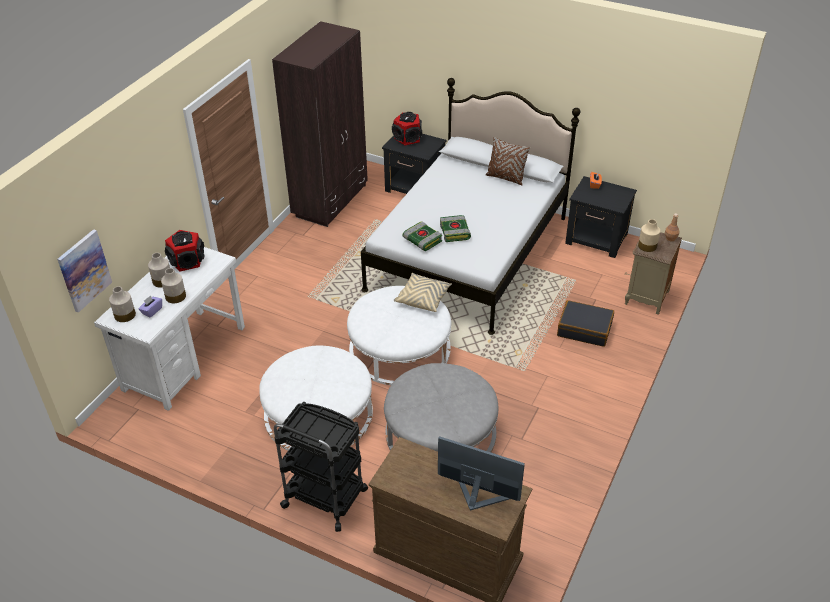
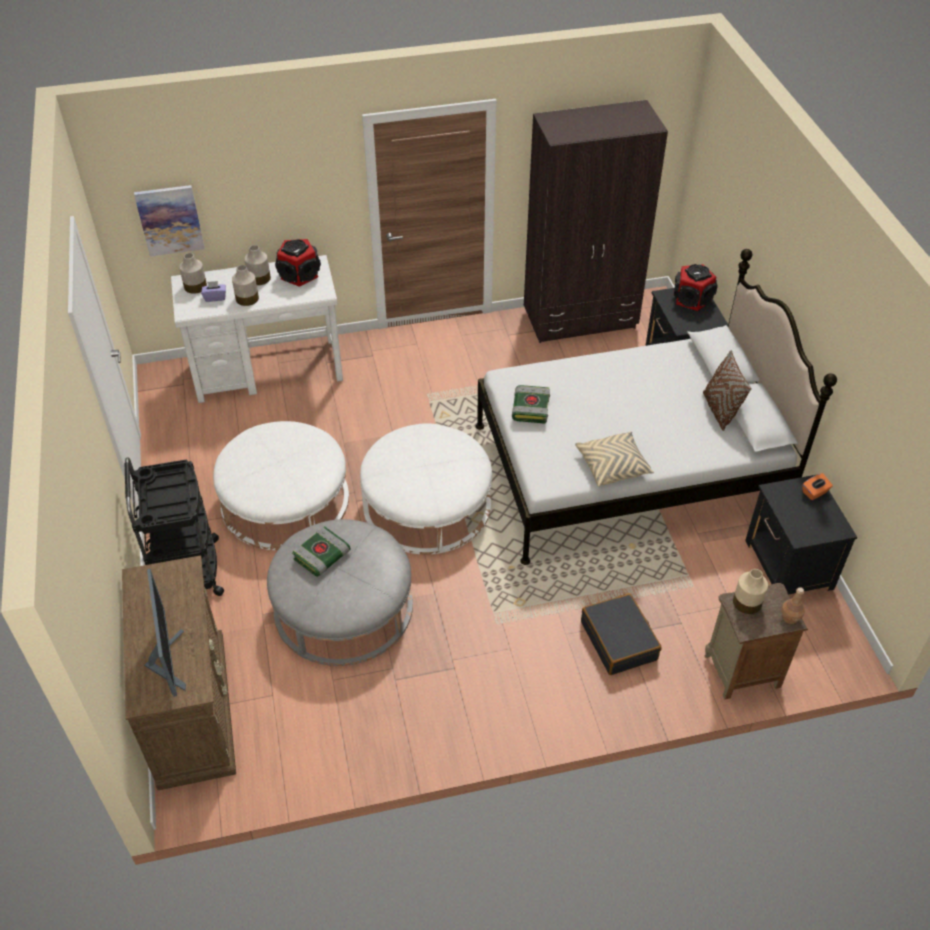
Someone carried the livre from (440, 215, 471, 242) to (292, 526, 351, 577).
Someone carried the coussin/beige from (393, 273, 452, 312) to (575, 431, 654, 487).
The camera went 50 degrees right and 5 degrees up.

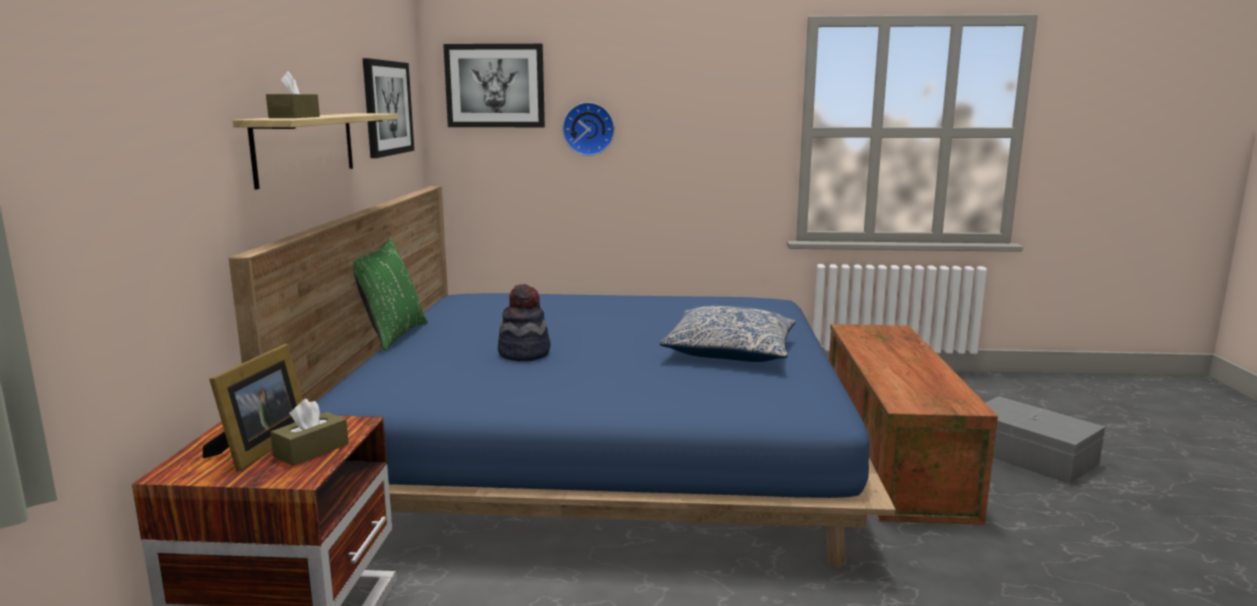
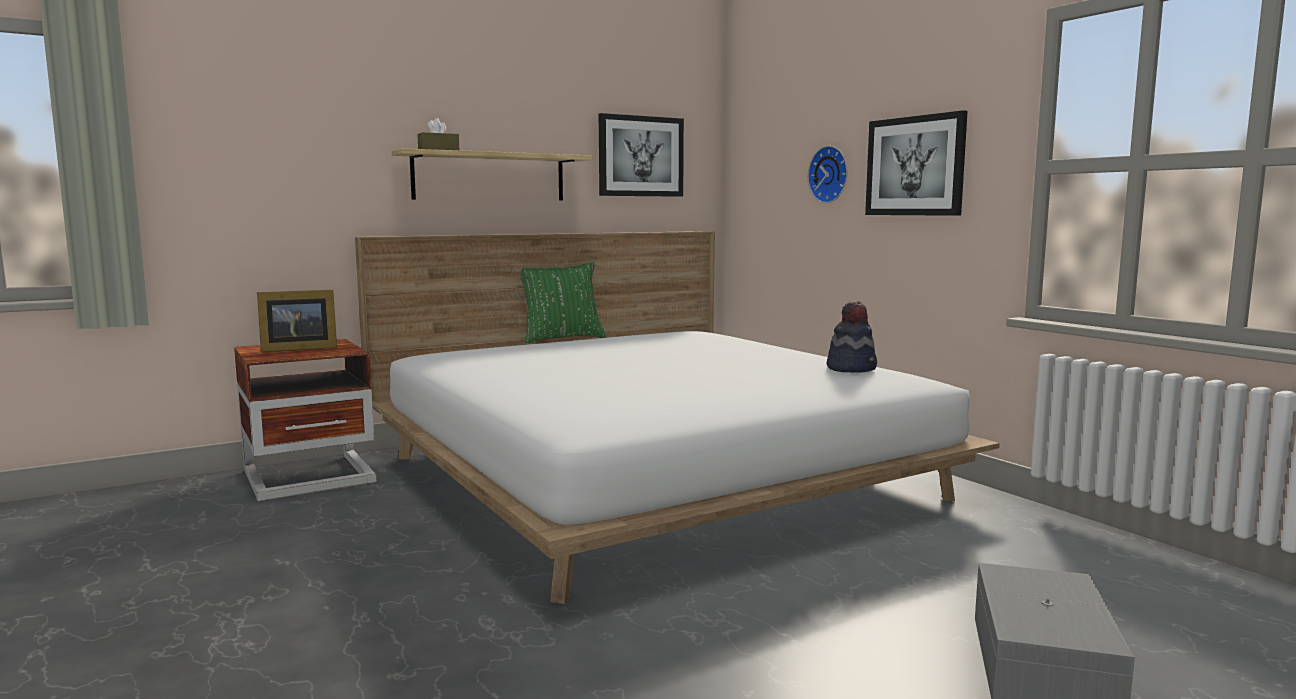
Someone carried the tableau from (443, 44, 545, 127) to (865, 110, 968, 216).
Someone repainted the lit/bleu at (229, 186, 896, 569), which became the lit/blanc at (355, 231, 1000, 604).
Someone carried the chapeau from (498, 284, 551, 361) to (827, 301, 877, 373).
Someone took away the coussin at (659, 306, 795, 362).
Someone took away the banc/marron at (829, 324, 998, 525).
Someone took away the boîte à mouchoirs/marron at (270, 399, 349, 466).
The camera went 55 degrees right and 5 degrees down.

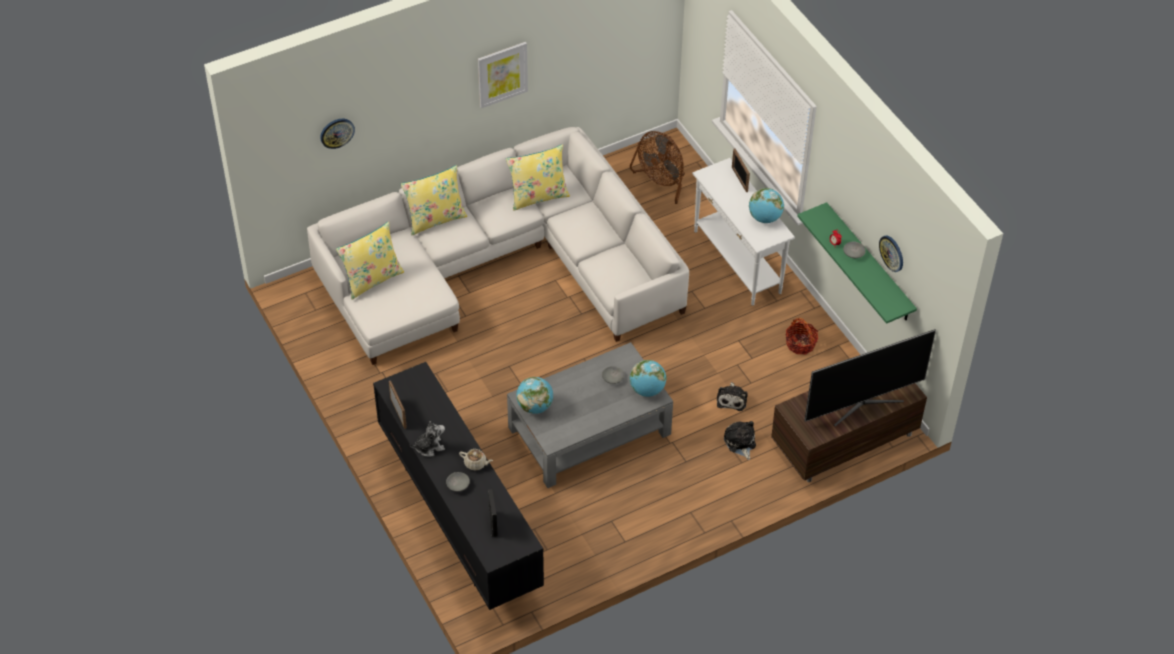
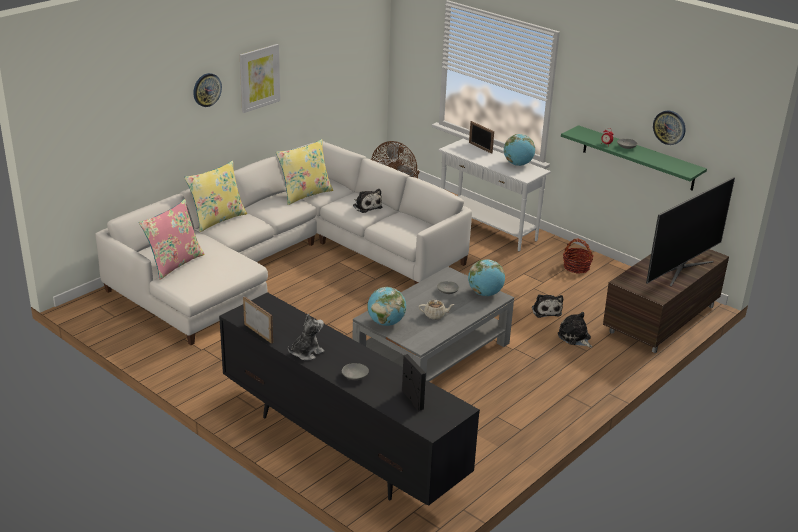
Someone carried the horloge murale from (320, 119, 355, 149) to (194, 73, 222, 107).
Someone repainted the coussin/jaune at (336, 222, 404, 300), which became the coussin/rose at (139, 199, 205, 280).
Someone carried the théière/beige from (459, 449, 493, 471) to (419, 300, 455, 320).
Someone put down the peluche at (353, 189, 382, 213).
The camera went 20 degrees left and 20 degrees down.

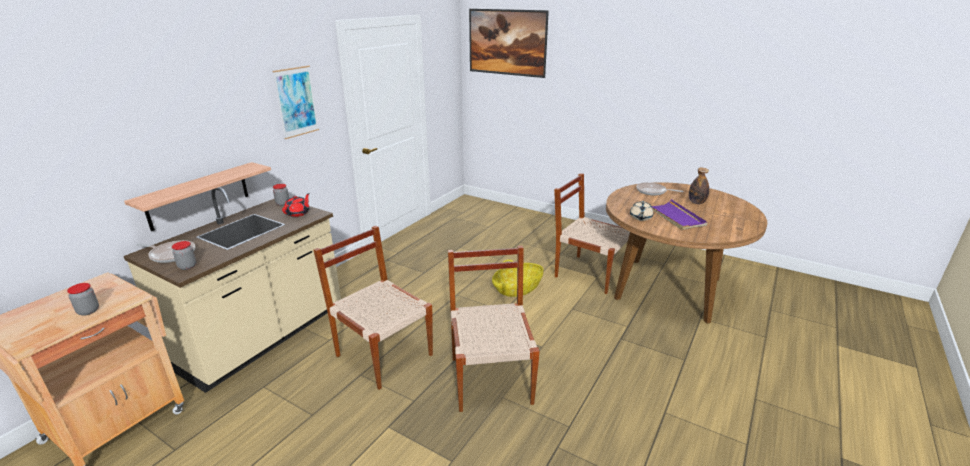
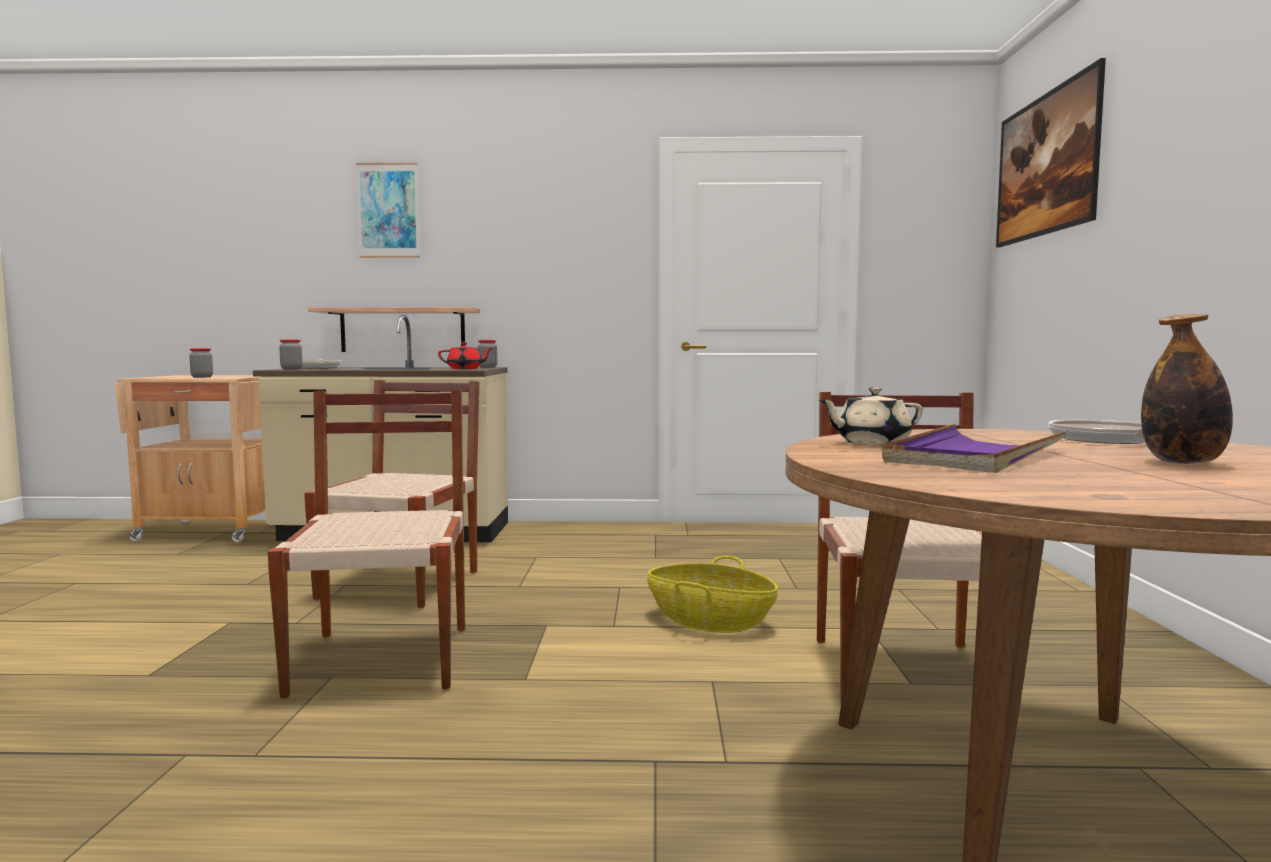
Someone carried the tableau from (272, 65, 319, 139) to (356, 163, 420, 258).
Someone rotated the chaise at (448, 246, 539, 412) by 60 degrees counterclockwise.
The camera went 60 degrees right and 20 degrees down.

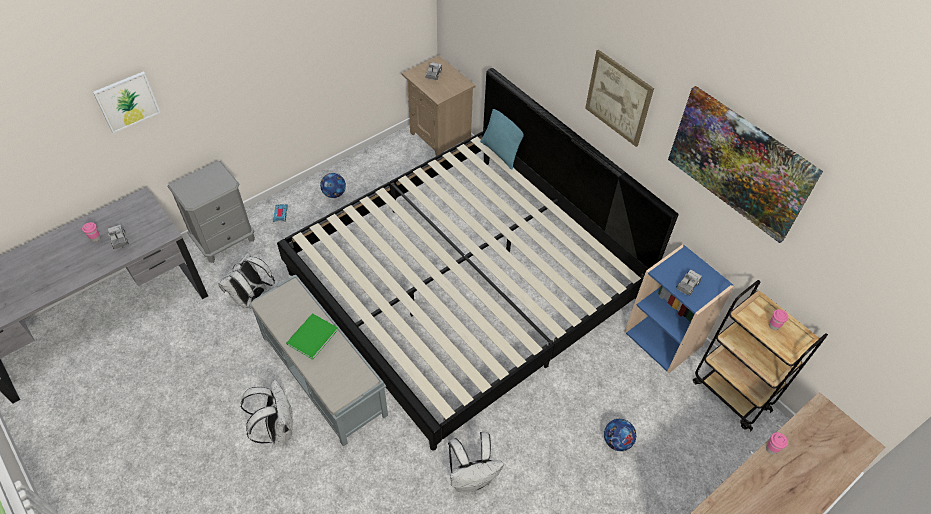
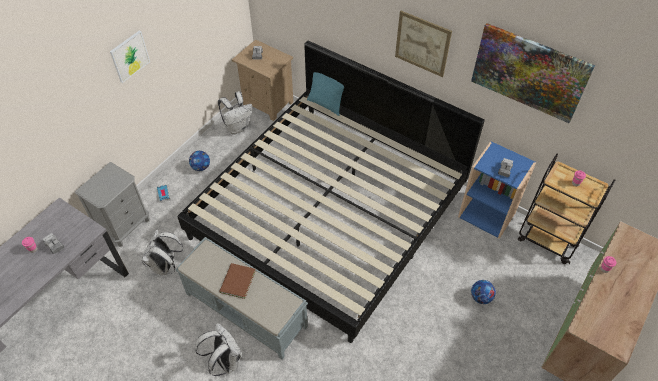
Someone carried the tableau from (93, 71, 161, 133) to (110, 30, 150, 83).
Someone repainted the livre/vert at (286, 313, 338, 360), which became the livre/marron at (219, 263, 256, 299).
Someone carried the sac à dos/blanc from (448, 432, 504, 493) to (218, 91, 252, 134).
The camera went 15 degrees left and 0 degrees up.

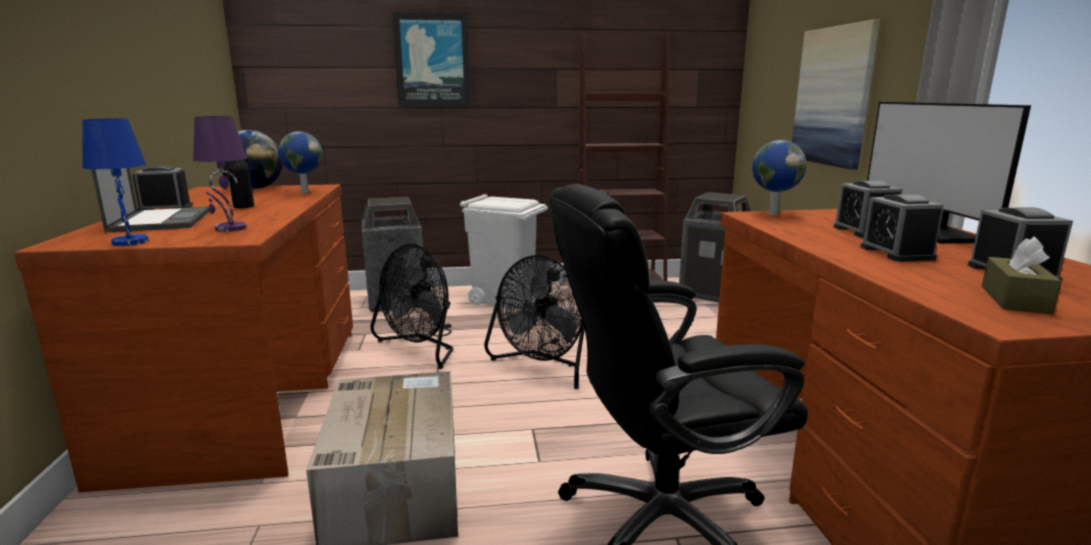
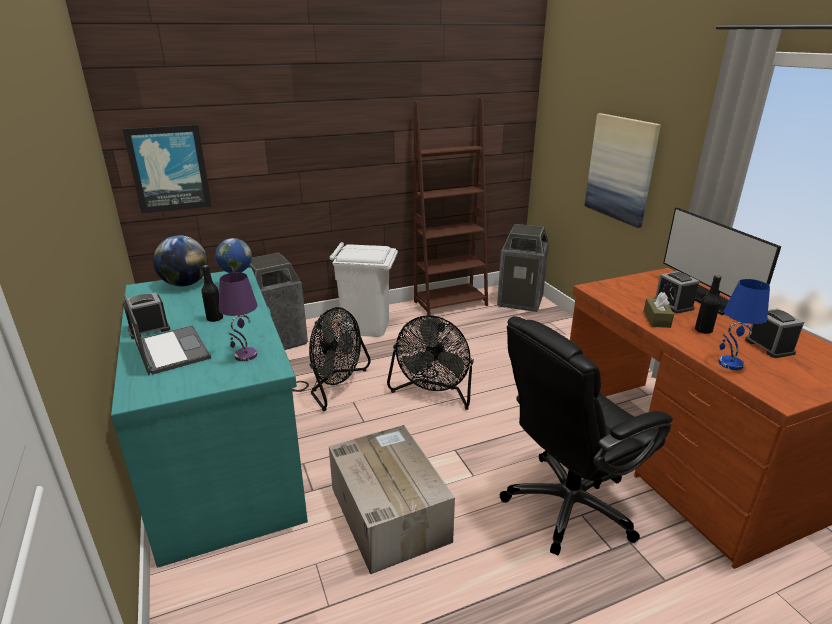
Someone carried the tableau from (392, 12, 471, 106) to (122, 125, 212, 214).
Someone carried the lampe de table/bleu from (82, 118, 149, 246) to (718, 279, 770, 370).
Someone took away the globe at (752, 140, 806, 216).
Someone repainted the bureau/marron at (14, 184, 353, 493), which became the bureau/turquoise at (111, 268, 308, 568).
Someone swapped the réveil at (860, 194, 944, 262) for the bouteille/noir at (695, 275, 722, 334).
Someone carried the boîte à mouchoirs/marron from (982, 236, 1062, 314) to (644, 292, 674, 328).
Someone rotated the ventilateur/noir at (370, 244, 453, 369) by 90 degrees counterclockwise.
The camera went 15 degrees left and 10 degrees up.

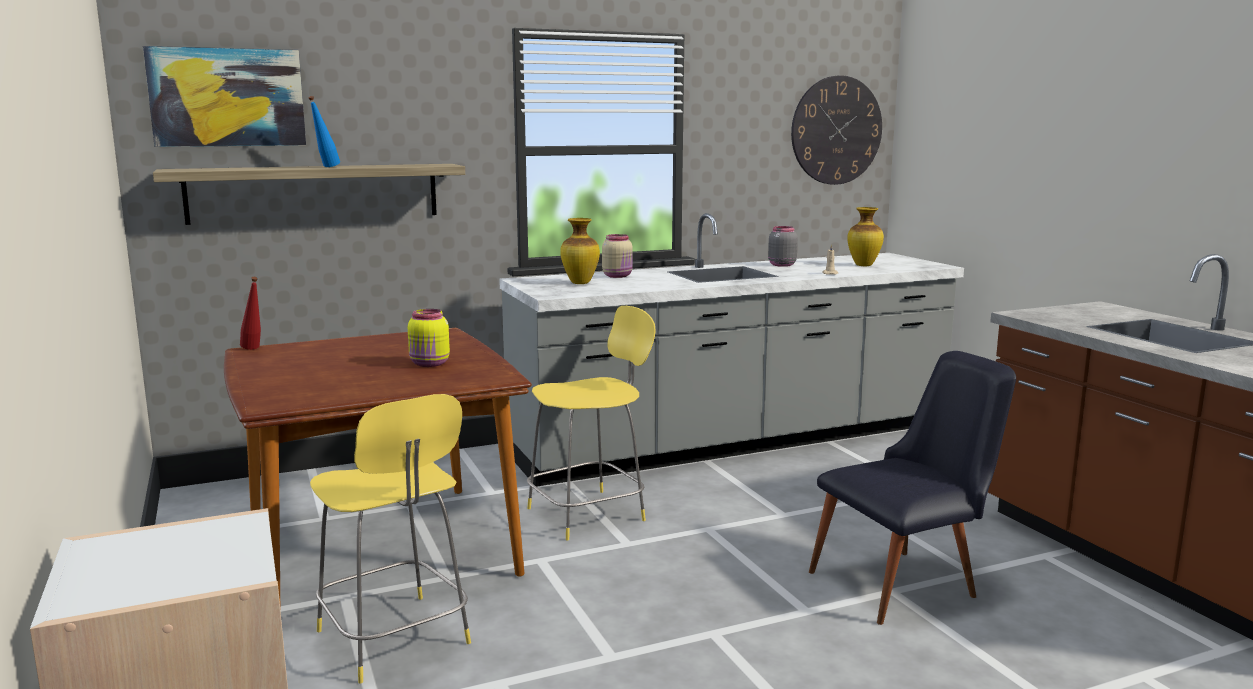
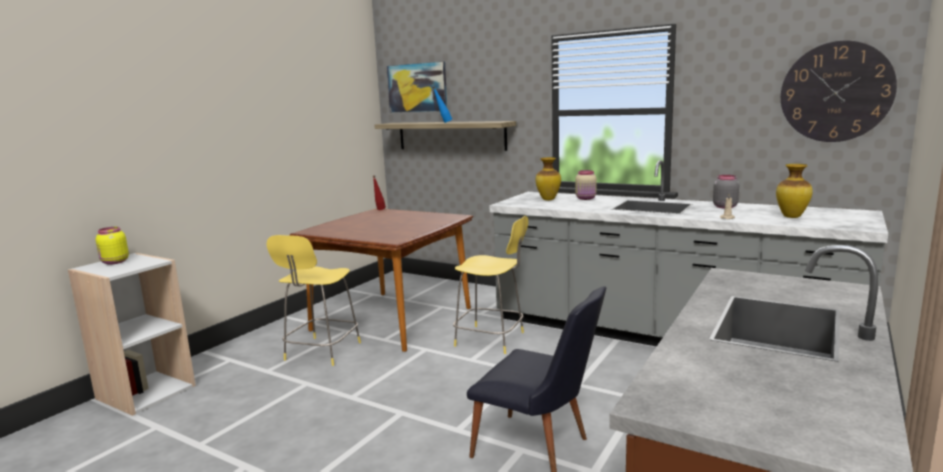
Someone carried the bocal/jaune from (408, 309, 450, 367) to (96, 227, 129, 265).
The camera went 55 degrees right and 0 degrees up.

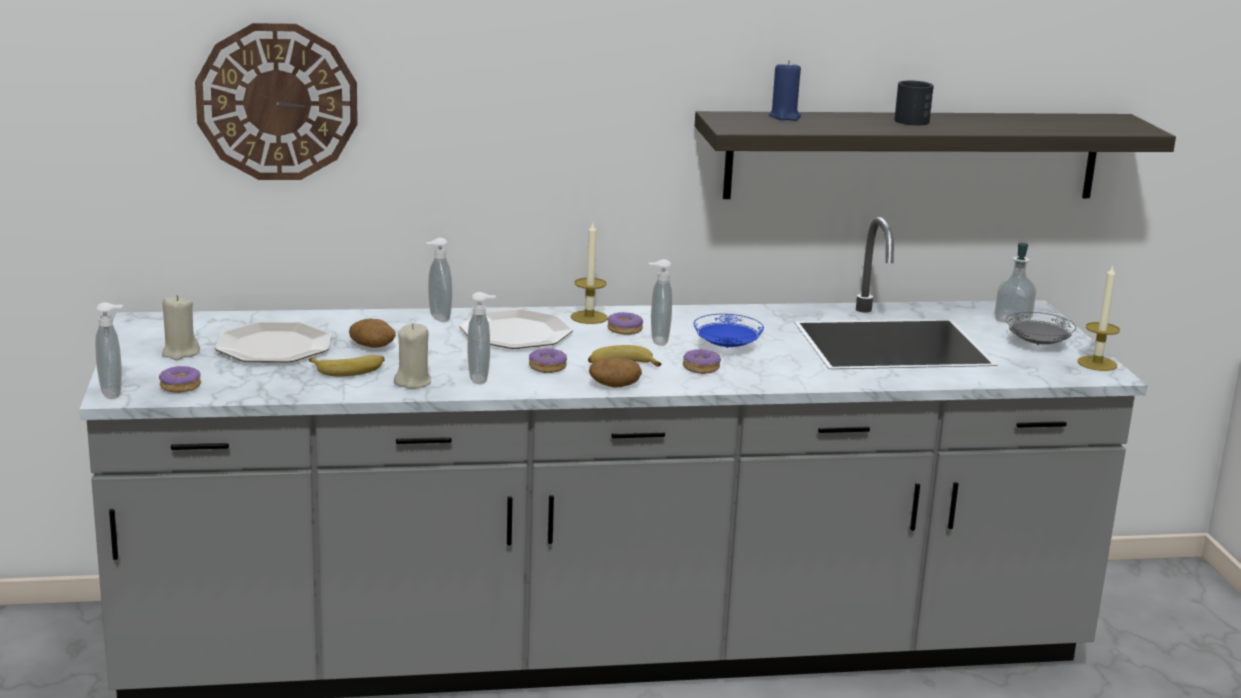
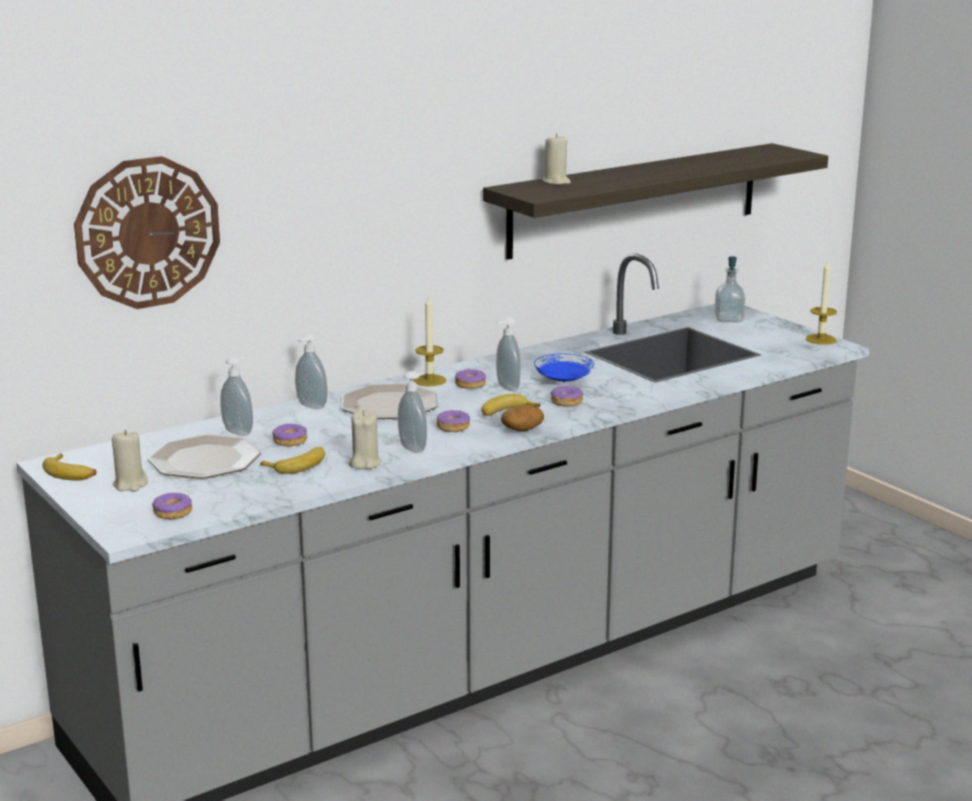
Someone repainted the bougie/bleu at (769, 60, 801, 121), which became the bougie/beige at (542, 134, 571, 185).
Someone took away the mug/noir at (894, 81, 934, 125).
Someone carried the distributeur de savon from (95, 302, 123, 399) to (220, 356, 253, 436).
Someone took away the assiette/gris at (1006, 312, 1076, 345).
Someone swapped the pomme de terre at (349, 319, 396, 348) for the beignet at (272, 423, 307, 446).
Someone put down the banane at (43, 453, 97, 481).
The camera went 25 degrees left and 0 degrees up.

